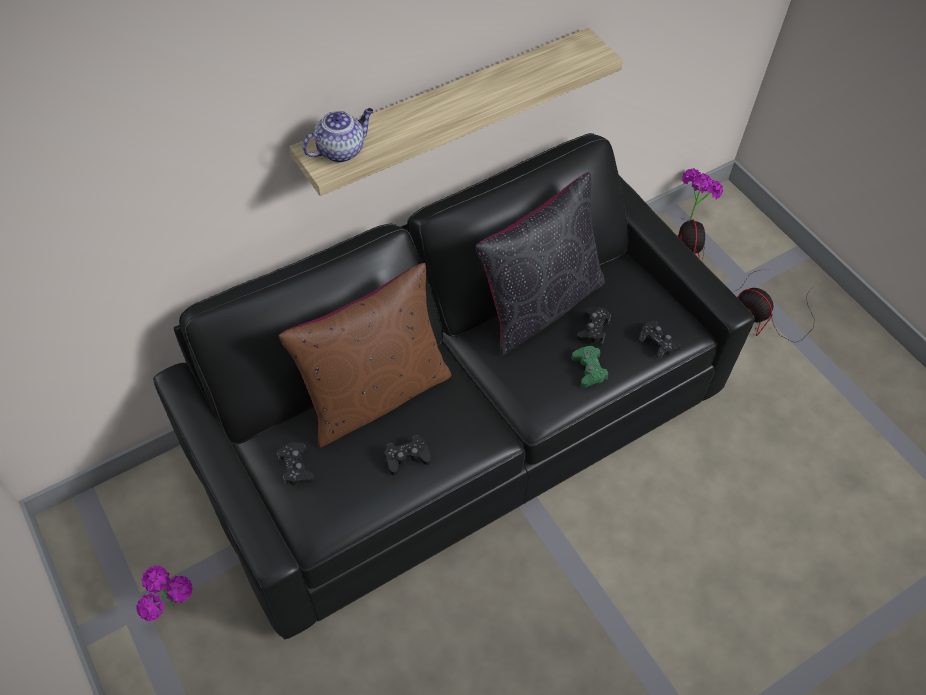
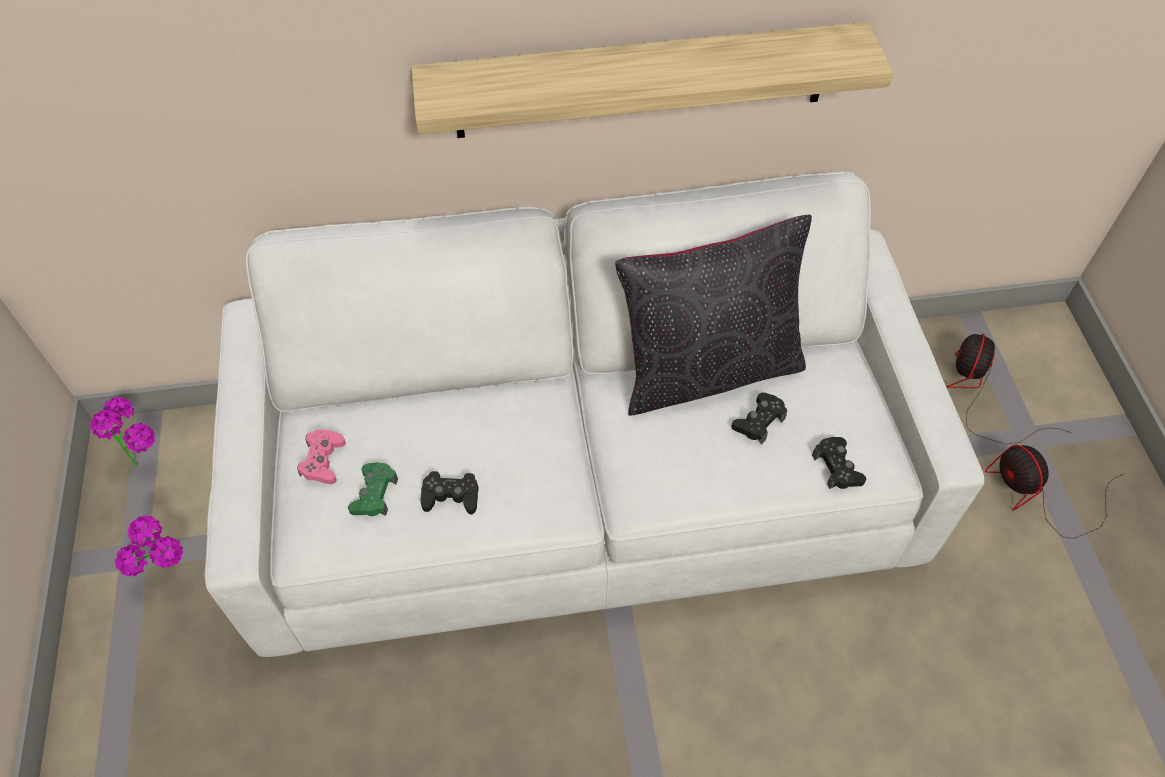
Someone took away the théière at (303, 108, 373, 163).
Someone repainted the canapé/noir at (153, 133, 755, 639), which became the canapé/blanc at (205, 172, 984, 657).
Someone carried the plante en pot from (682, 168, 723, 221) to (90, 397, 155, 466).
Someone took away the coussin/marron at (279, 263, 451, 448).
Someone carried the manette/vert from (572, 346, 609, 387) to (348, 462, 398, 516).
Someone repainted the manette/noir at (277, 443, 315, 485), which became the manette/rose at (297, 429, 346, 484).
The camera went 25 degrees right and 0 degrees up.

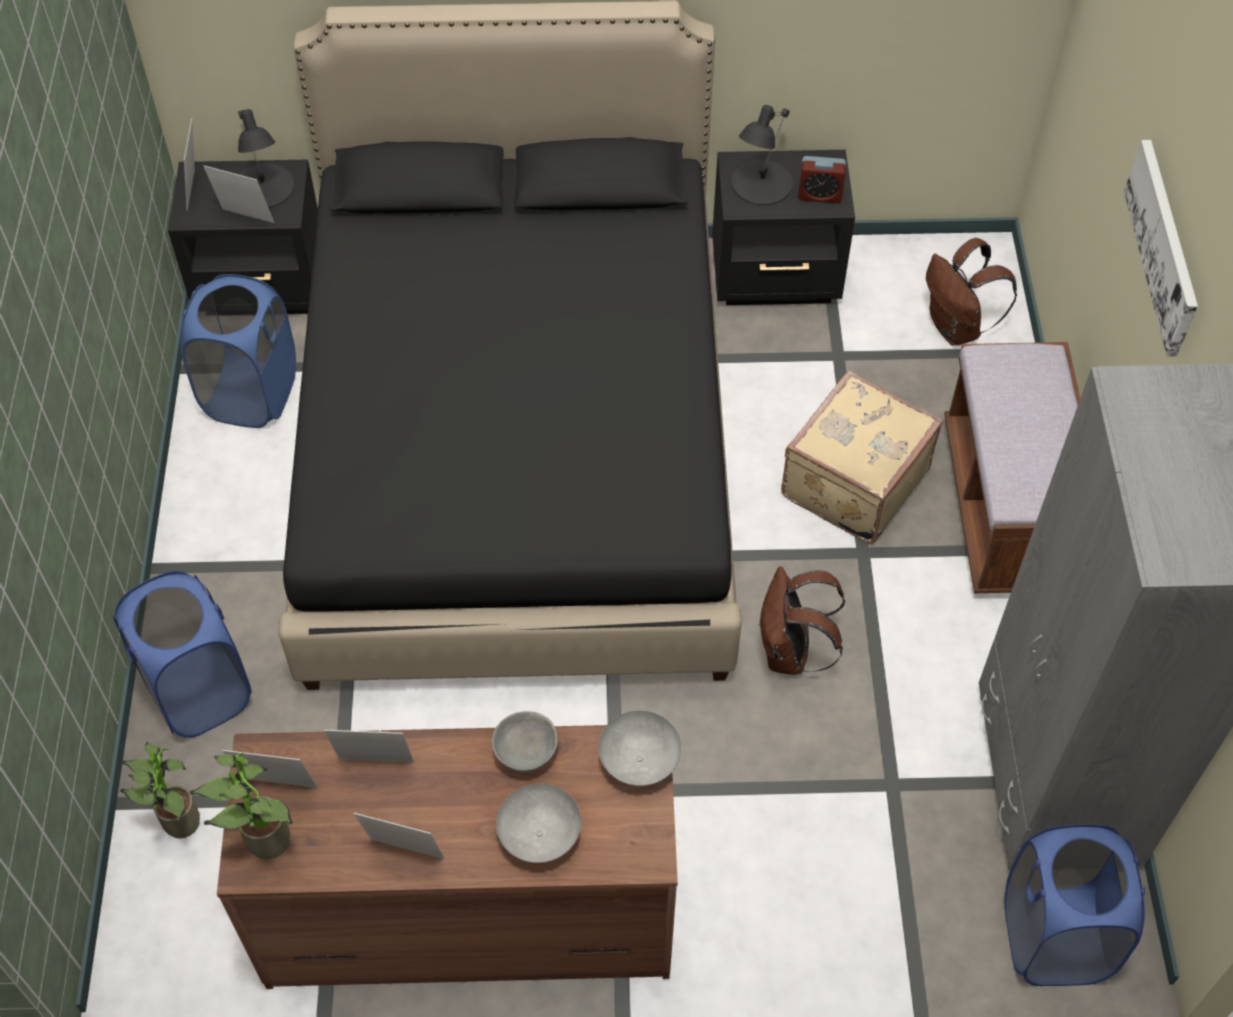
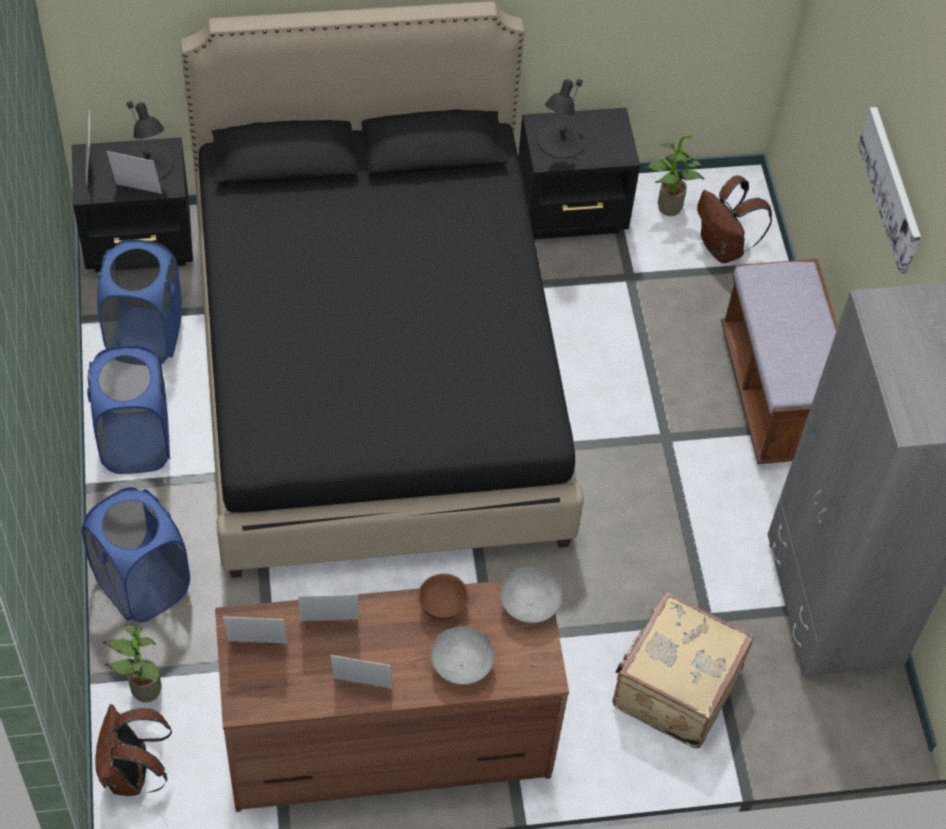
Someone took away the réveil at (798, 156, 846, 203).
Someone carried the valise/beige from (781, 370, 943, 544) to (612, 591, 754, 749).
Someone carried the sac à dos/marron from (758, 566, 845, 675) to (95, 704, 172, 796).
Someone repainted the bol/gris at (492, 711, 558, 773), which became the bol/marron at (418, 574, 469, 620).
Someone carried the plante en pot from (190, 752, 293, 859) to (645, 135, 705, 216).
Someone carried the panier à linge/bleu from (1004, 824, 1145, 986) to (87, 346, 170, 474).
The camera went 10 degrees left and 0 degrees up.

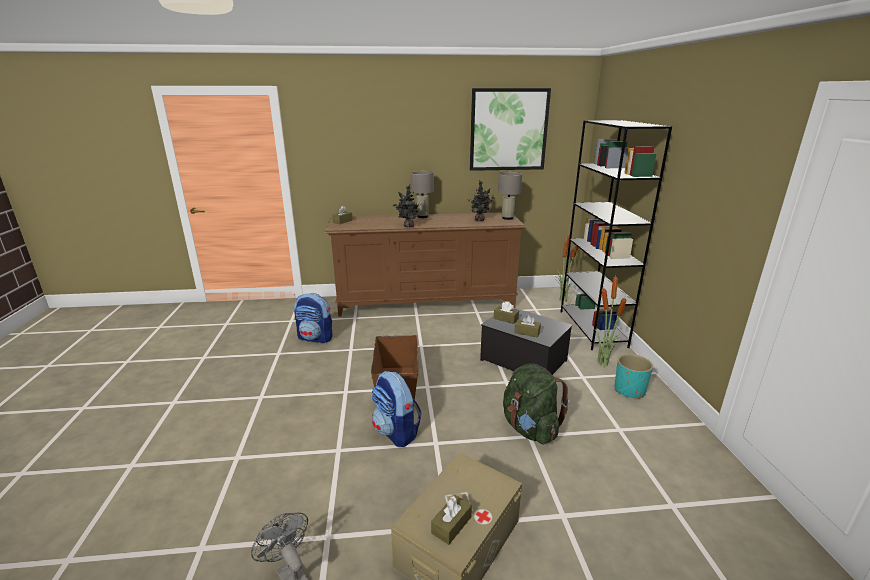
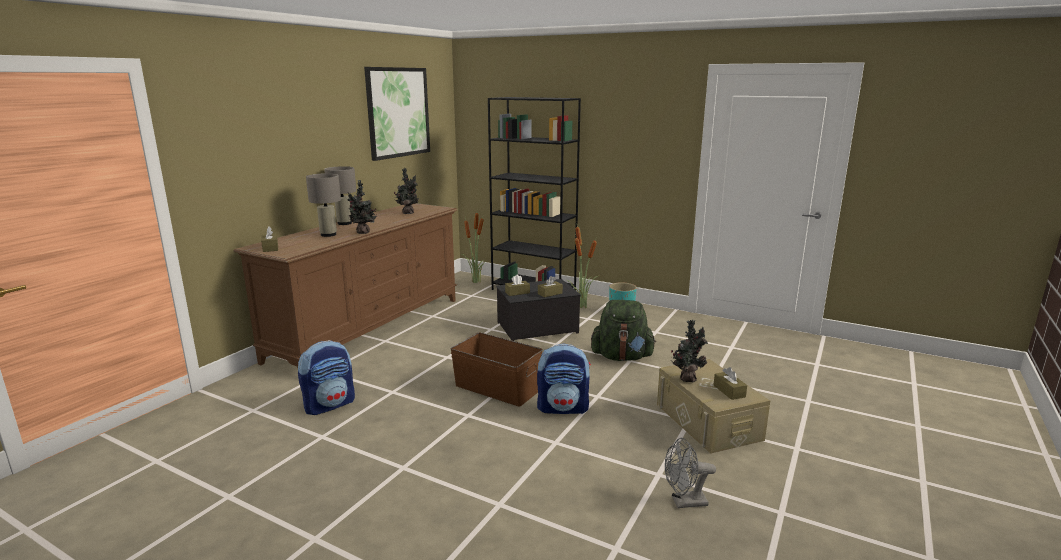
Someone carried the lampe de table/gris from (498, 172, 522, 220) to (306, 173, 341, 237).
Someone put down the plante en pot at (670, 320, 708, 383).
The camera went 55 degrees left and 5 degrees down.

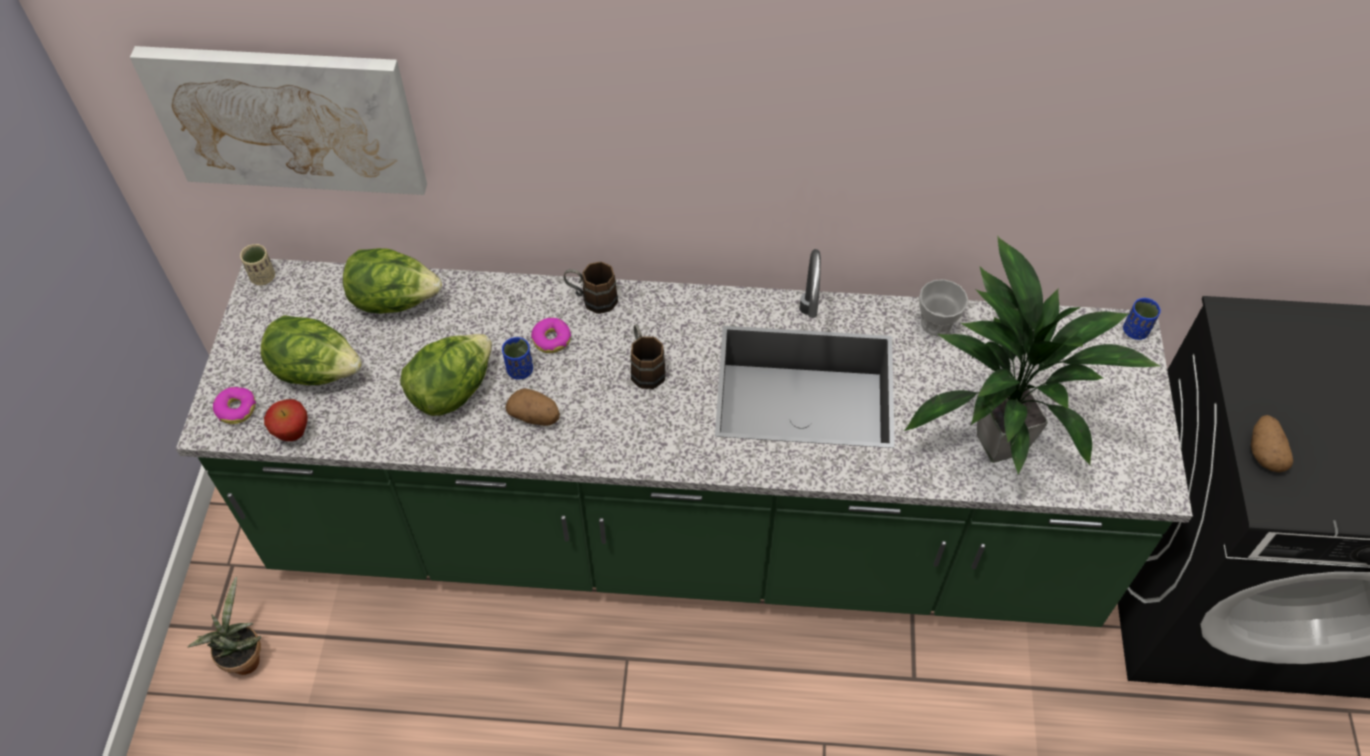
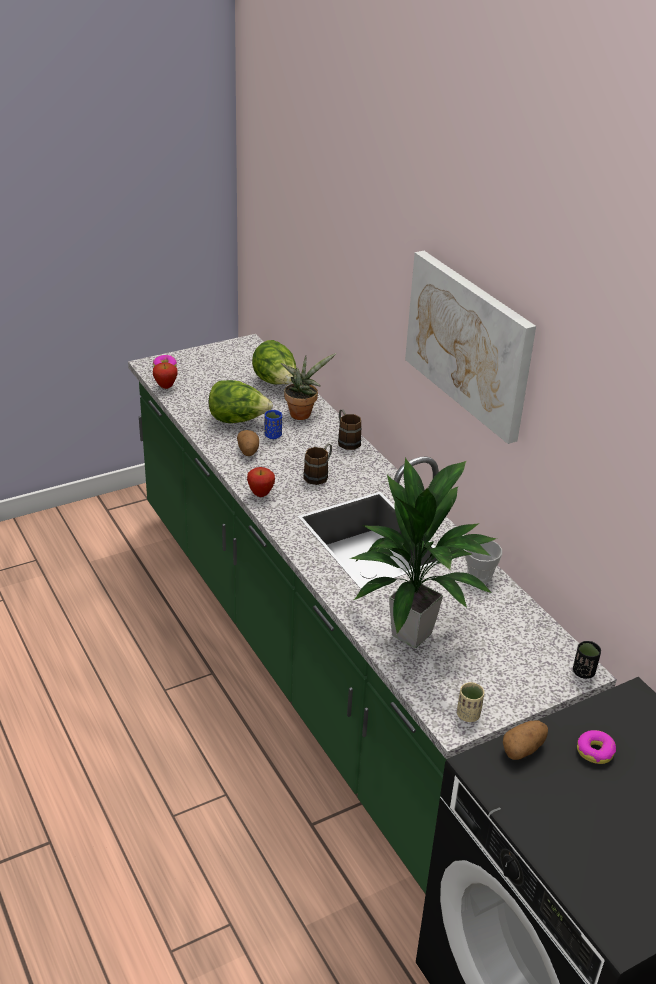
Someone carried the tableau from (130, 46, 427, 195) to (405, 251, 536, 444).
Someone carried the tasse/beige from (240, 244, 275, 285) to (457, 682, 484, 722).
Someone repainted the tasse/bleu at (1123, 298, 1161, 340), which became the tasse/noir at (573, 641, 601, 679).
Someone took away the laitue at (261, 315, 362, 385).
Someone carried the beignet from (531, 318, 571, 353) to (577, 730, 616, 764).
Someone carried the plante en pot from (188, 577, 261, 675) to (281, 353, 337, 420).
Someone put down the pomme at (247, 467, 275, 497).
The camera went 55 degrees right and 20 degrees down.

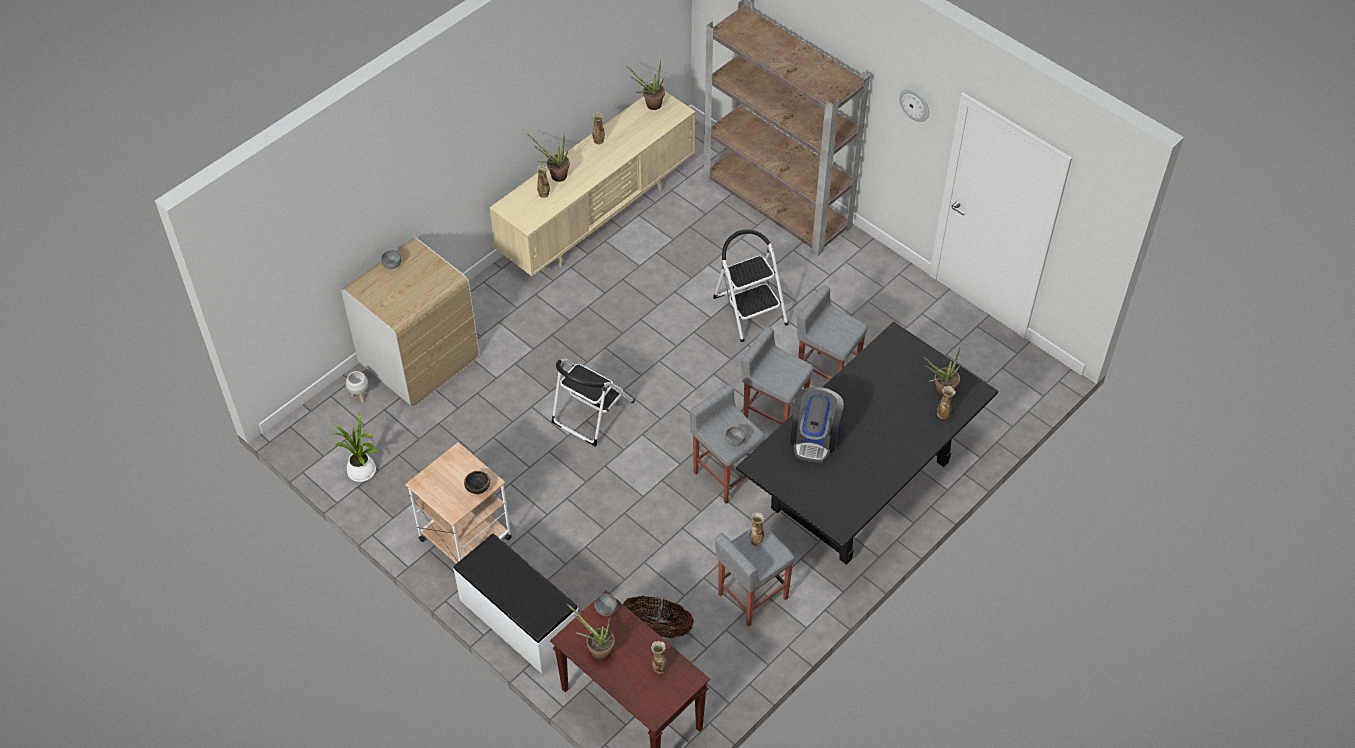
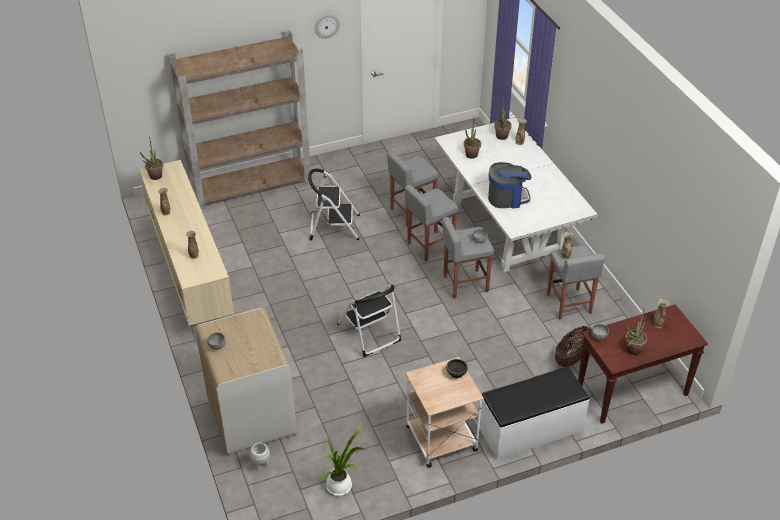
Someone carried the plante en pot from (527, 134, 570, 182) to (464, 118, 481, 159).
Someone repainted the table à manger/noir at (736, 321, 998, 565), which became the table à manger/blanc at (434, 118, 598, 273).
Someone rotated the machine à café at (790, 387, 844, 463) by 45 degrees counterclockwise.
The camera went 65 degrees left and 10 degrees down.

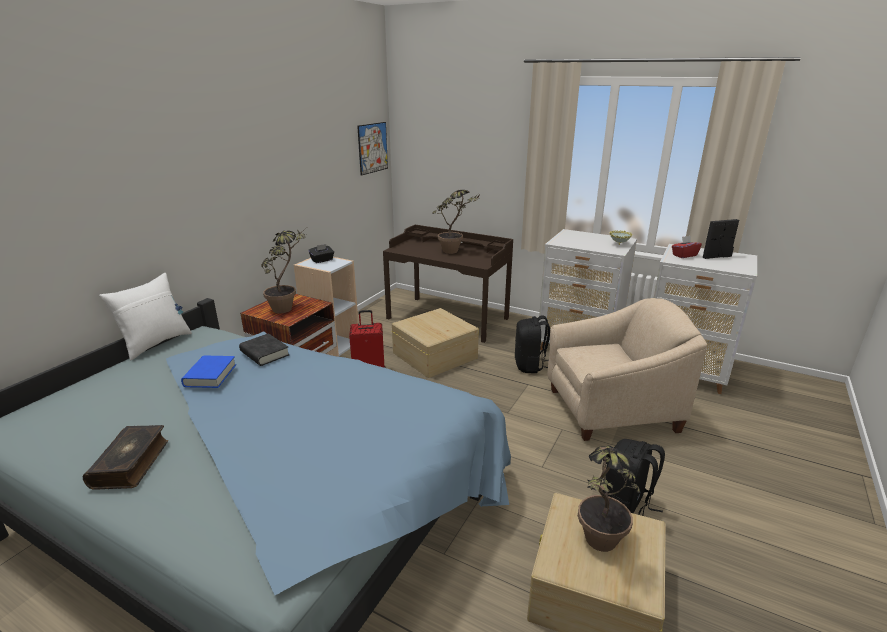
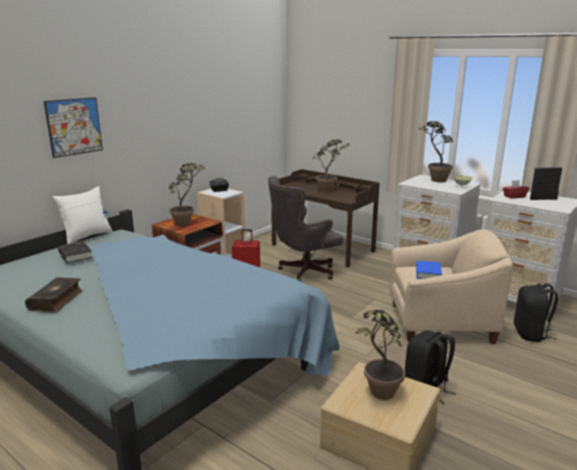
Someone carried the tableau from (357, 122, 388, 176) to (44, 97, 103, 158).
Someone swapped the boîte de rangement/beige at (392, 308, 479, 378) for the chaise de bureau/gris at (268, 176, 343, 282).
Someone carried the sac à dos/noir from (515, 316, 550, 373) to (514, 283, 558, 342).
Someone carried the livre/noir from (239, 333, 290, 366) to (58, 241, 93, 263).
Someone carried the livre/bleu from (181, 355, 236, 388) to (416, 261, 442, 279).
Someone put down the plante en pot at (417, 121, 453, 182).
The camera went 10 degrees right and 5 degrees down.

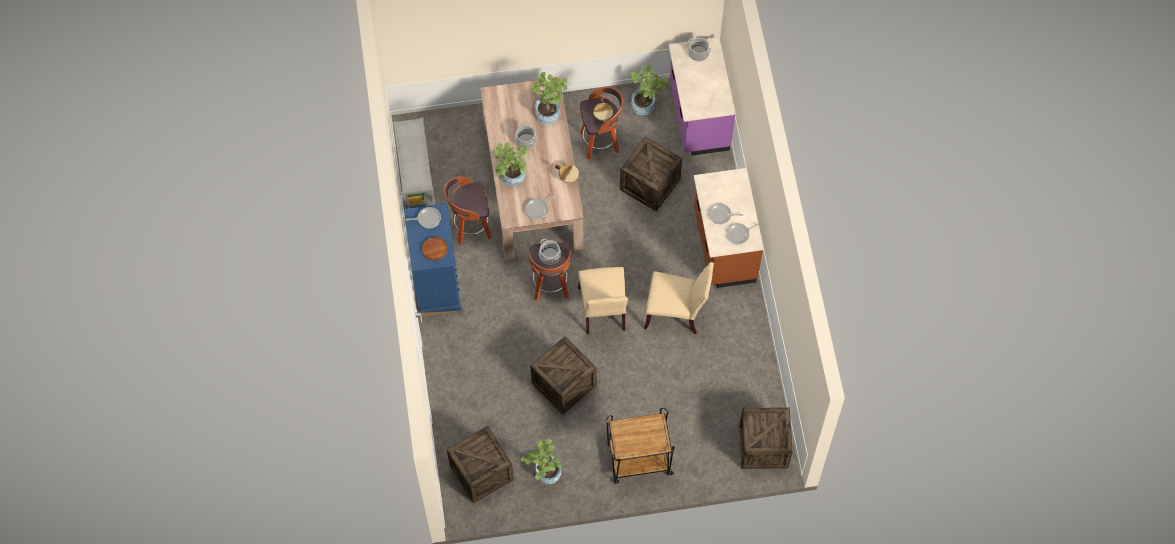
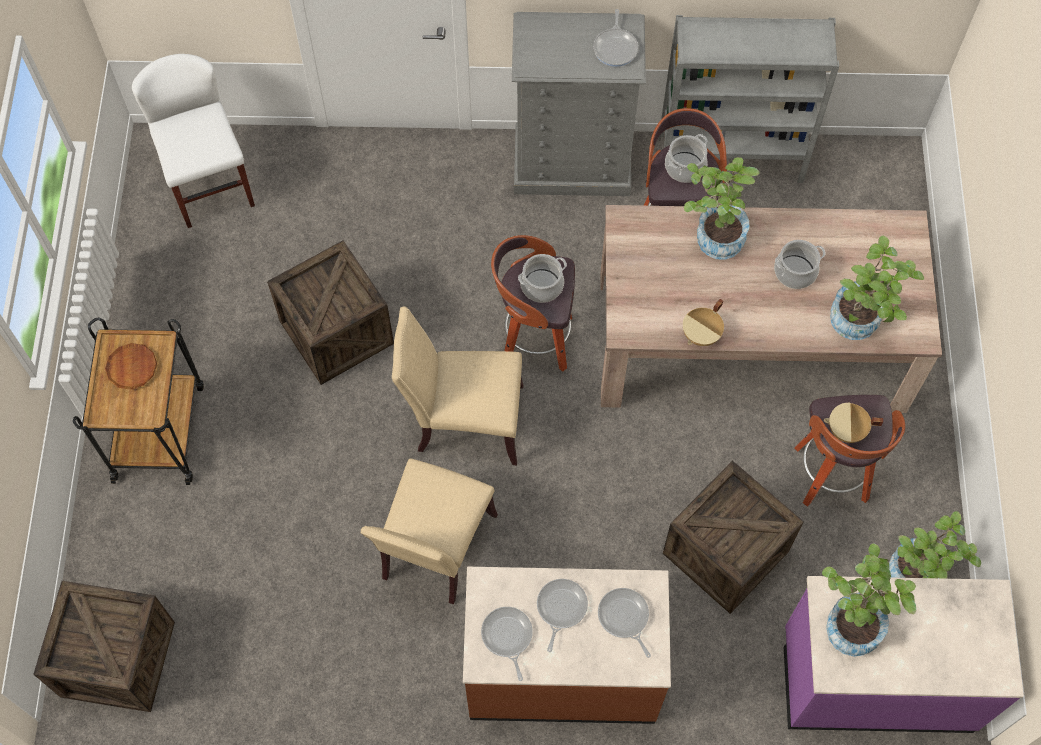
Someone carried the marmite from (688, 37, 711, 61) to (665, 134, 708, 183).
Someone carried the poêle from (525, 195, 555, 219) to (598, 588, 651, 658).
Someone repainted the commode/bleu at (404, 203, 462, 316), which became the commode/gris at (512, 12, 646, 196).
Someone carried the assiette/marron from (422, 237, 448, 260) to (105, 343, 157, 390).
Someone swapped the caisse at (447, 426, 514, 503) for the chaise/blanc at (132, 54, 255, 228).
Someone carried the plante en pot from (521, 439, 562, 484) to (822, 543, 916, 656).
The camera went 100 degrees right and 0 degrees up.

